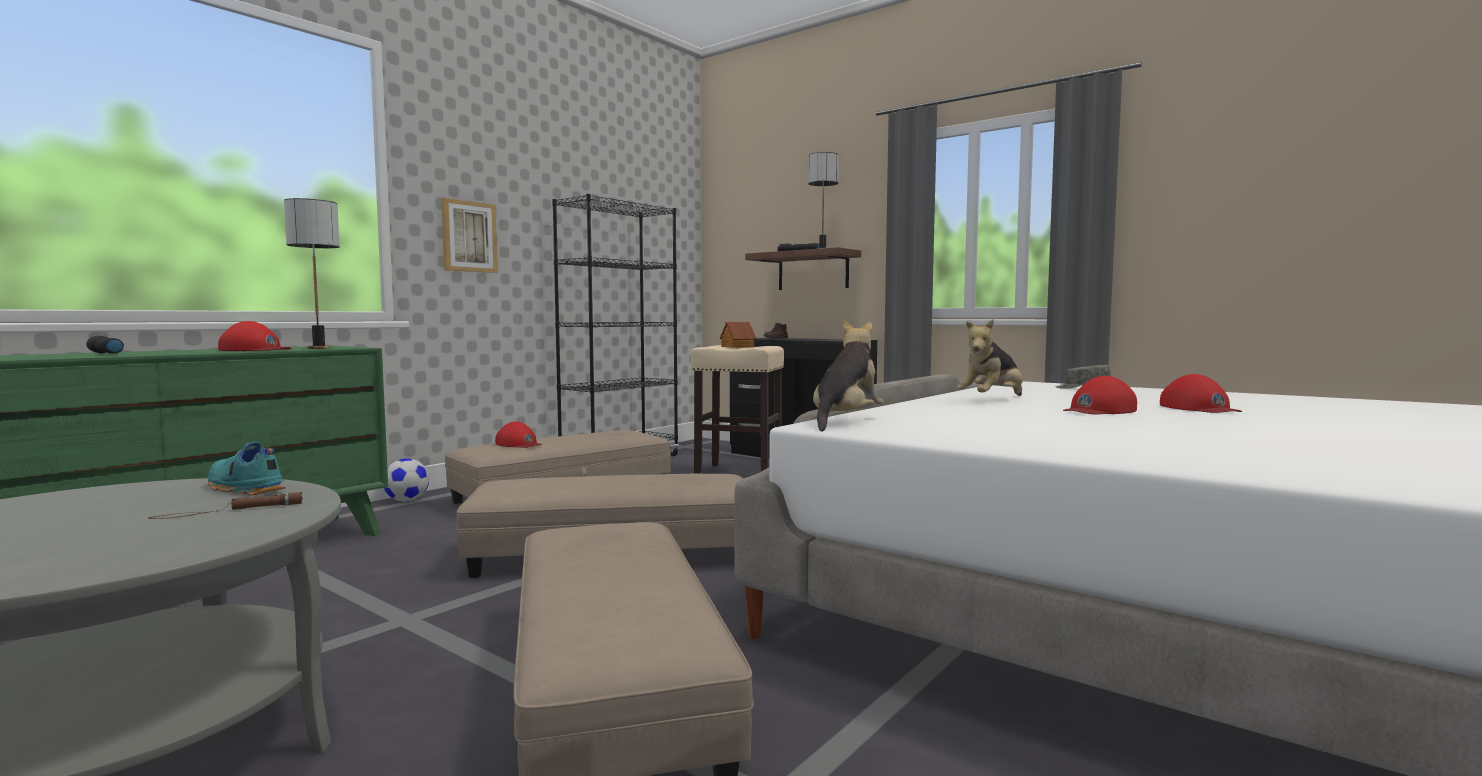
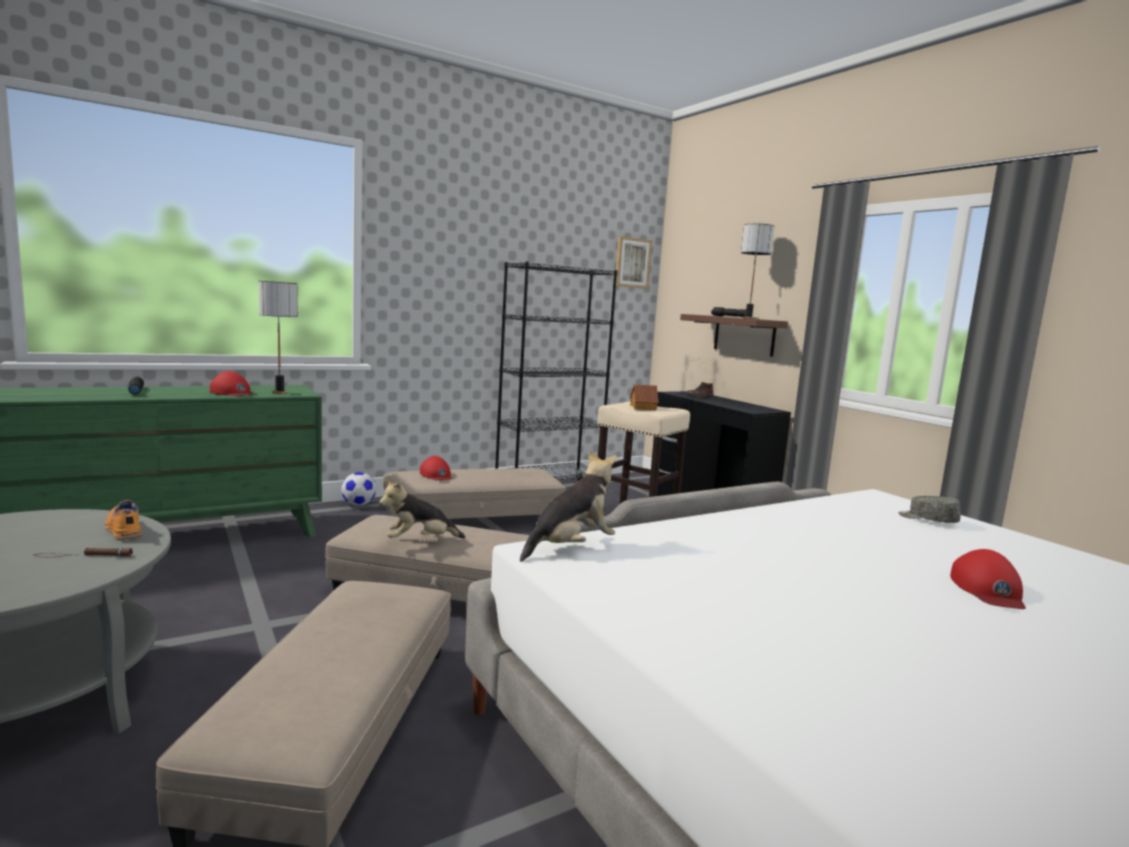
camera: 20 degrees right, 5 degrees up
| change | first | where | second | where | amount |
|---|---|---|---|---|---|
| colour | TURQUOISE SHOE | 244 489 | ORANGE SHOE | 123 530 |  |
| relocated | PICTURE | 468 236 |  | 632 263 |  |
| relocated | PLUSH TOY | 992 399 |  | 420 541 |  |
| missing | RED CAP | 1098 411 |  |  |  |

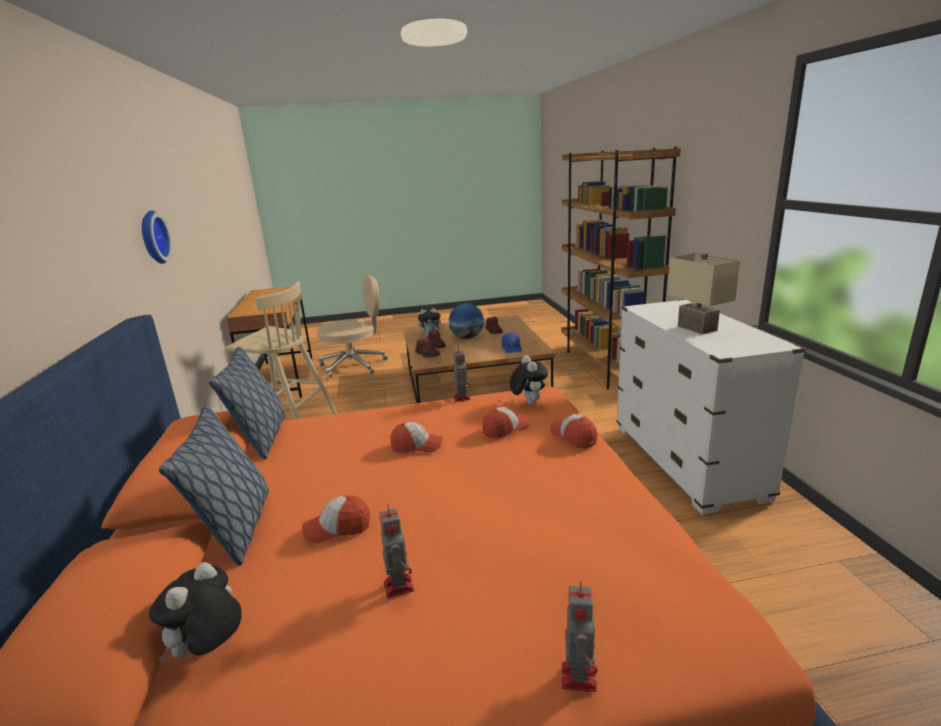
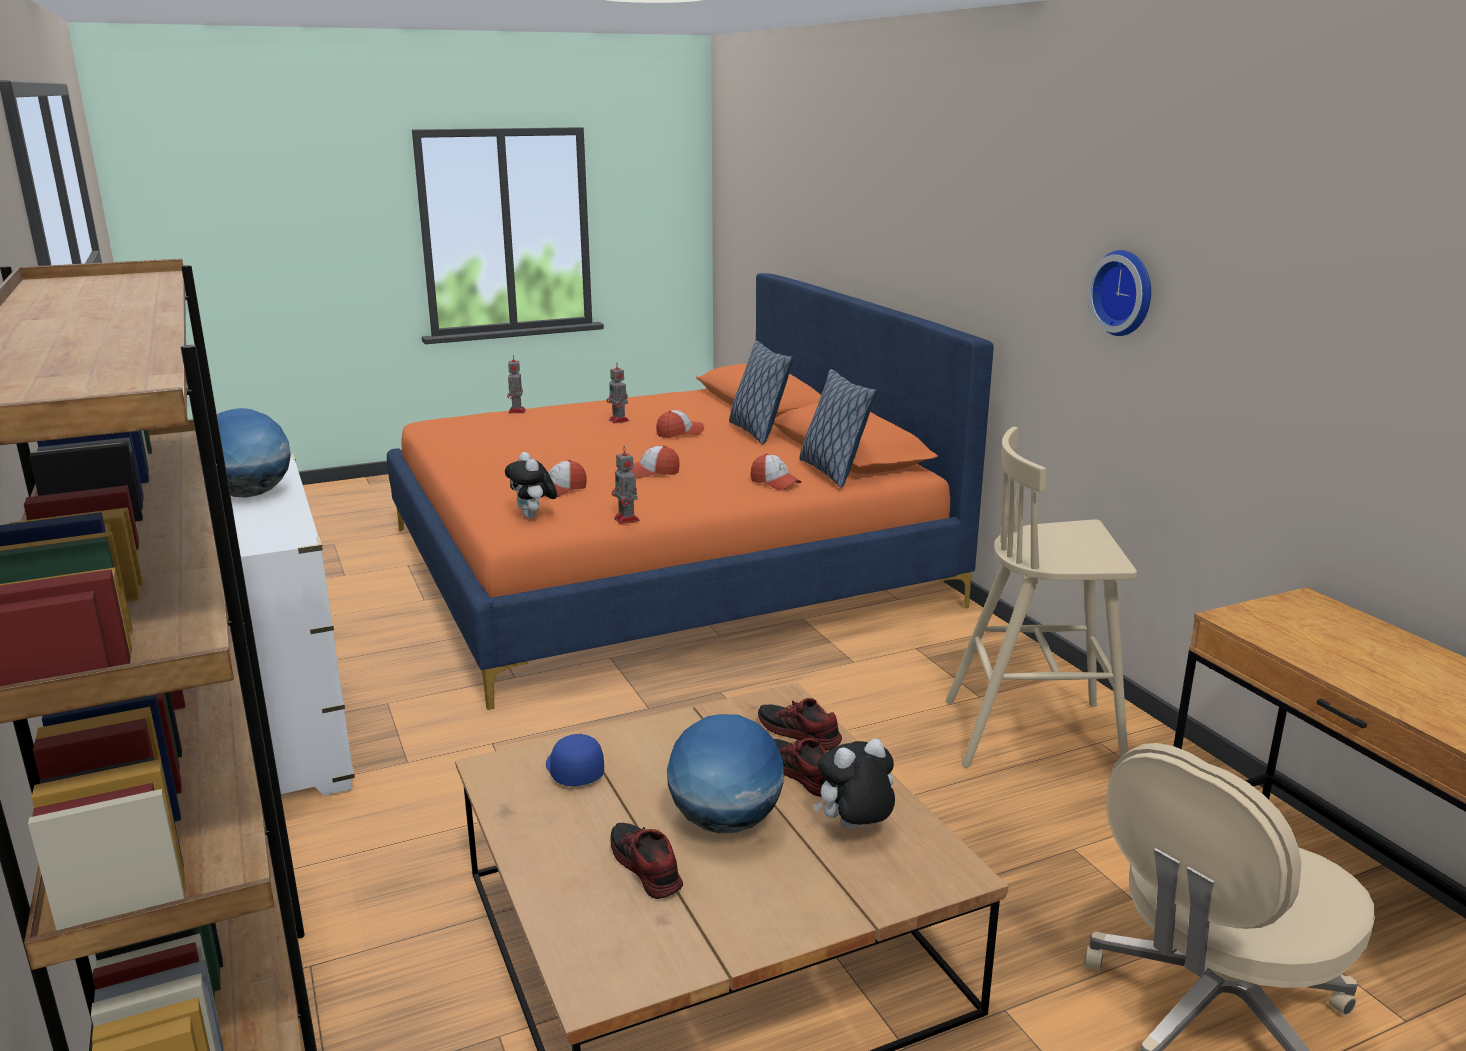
camera: 165 degrees right, 0 degrees up
| change | first | where | second | where | amount |
|---|---|---|---|---|---|
| missing | PLUSH TOY | 209 651 |  |  |  |
| relocated | CAP | 573 437 |  | 775 483 |  |
| exchanged | BEIGE TABLE LAMP | 698 328 | GLOBE | 249 495 |  |

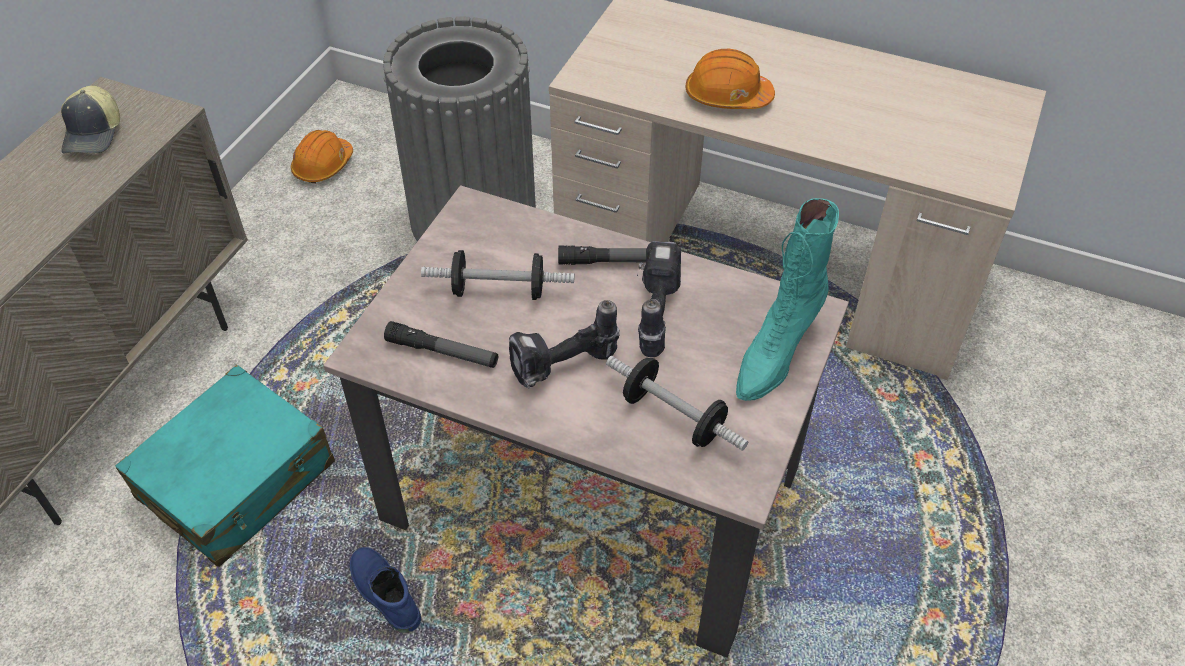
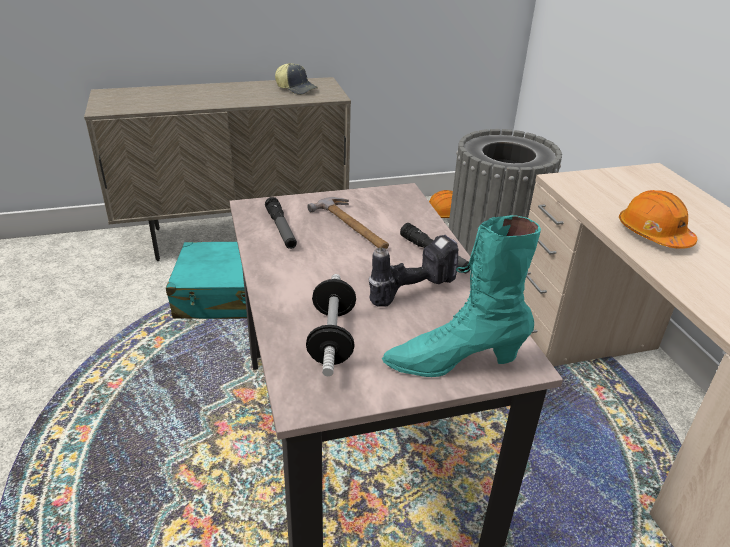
camera: 50 degrees right, 15 degrees down
| change | first | where | second | where | amount |
|---|---|---|---|---|---|
| spun | CAP | 94 134 |  | 296 88 | 105 degrees counterclockwise |
| missing | BLUE BOOT | 383 594 |  |  |  |
| exchanged | DUMBBELL | 499 291 | HAMMER | 352 227 |  |
| missing | POWER DRILL | 564 370 |  |  |  |

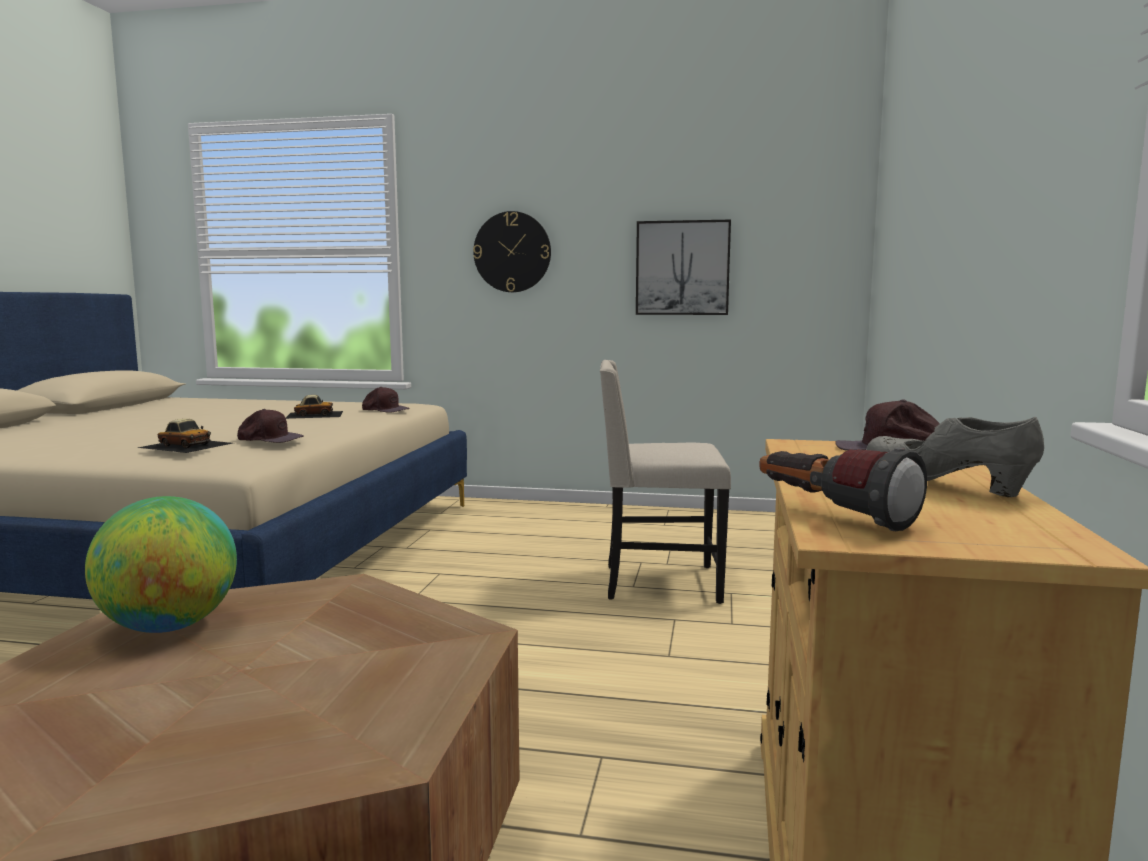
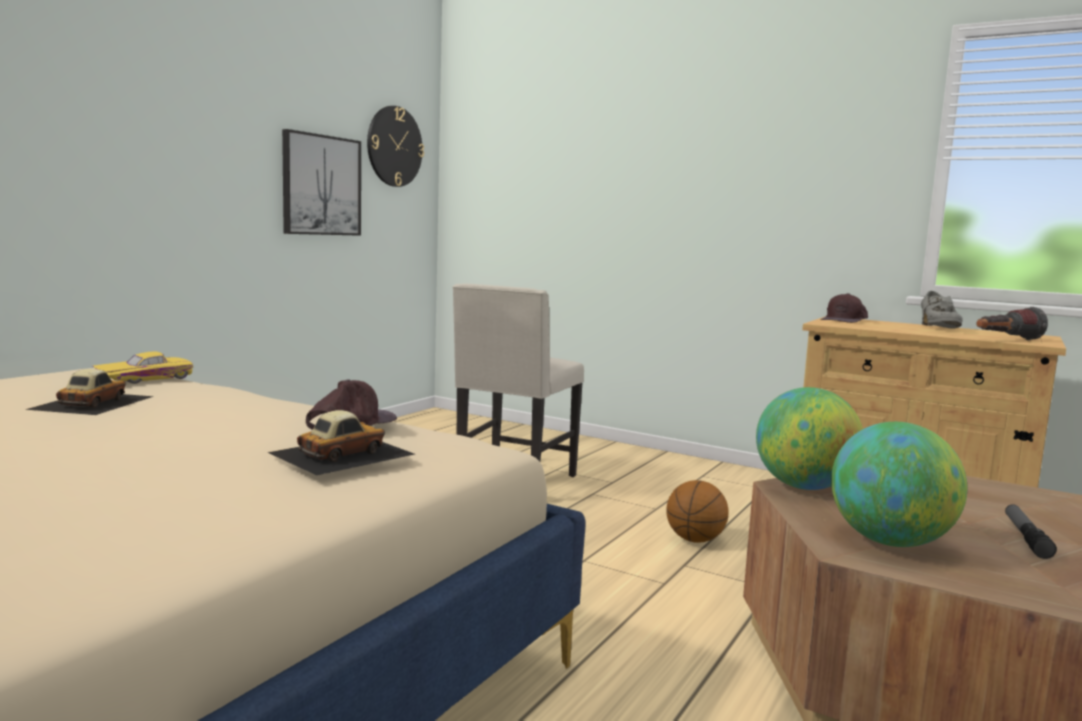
camera: 70 degrees left, 0 degrees up
| change | first | where | second | where | amount |
|---|---|---|---|---|---|
| exchanged | BROWN CAP | 385 409 | YELLOW TOY CAR | 144 378 |  |
| relocated | WALL CLOCK | 512 252 |  | 394 146 |  |
| spun | GREY SHOE | 945 486 |  | 938 328 | 60 degrees counterclockwise |
| appeared |  |  | BASKETBALL | 695 540 |  |
| appeared |  |  | GLOBE | 804 487 |  |
| appeared |  |  | FLASHLIGHT | 1026 537 |  |

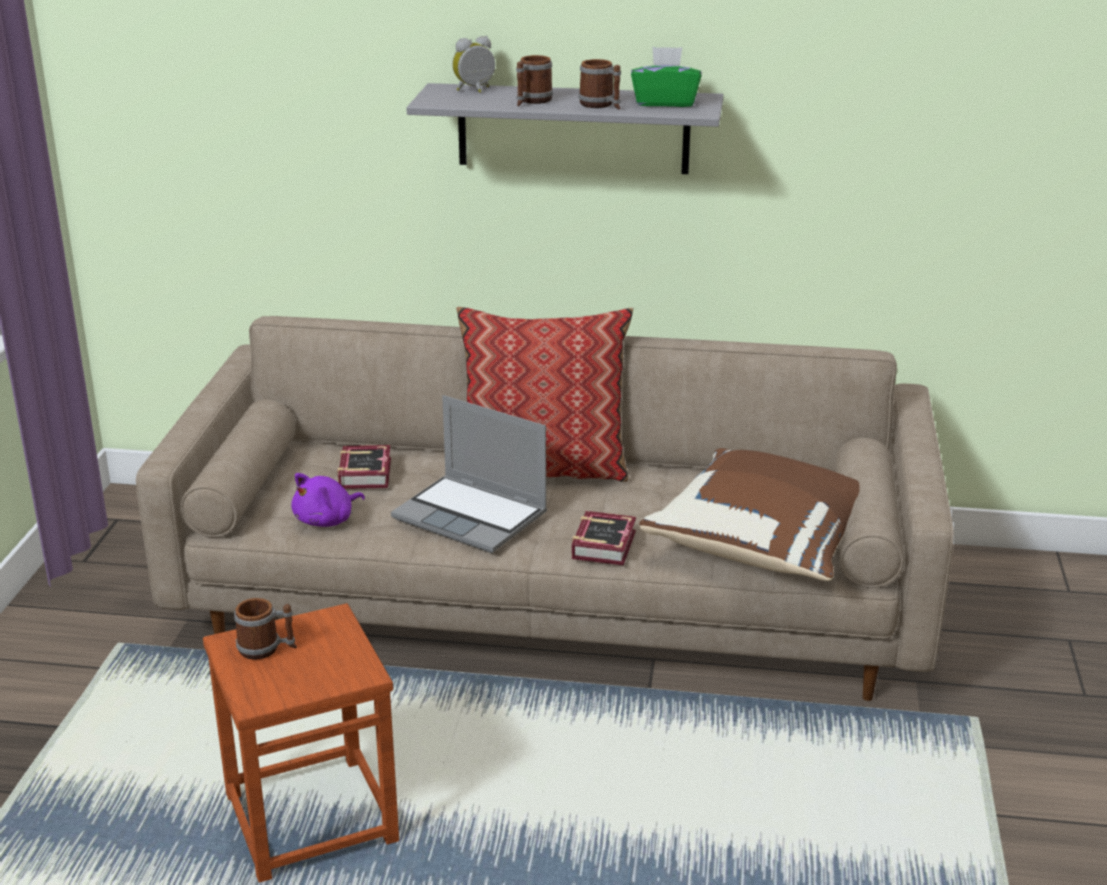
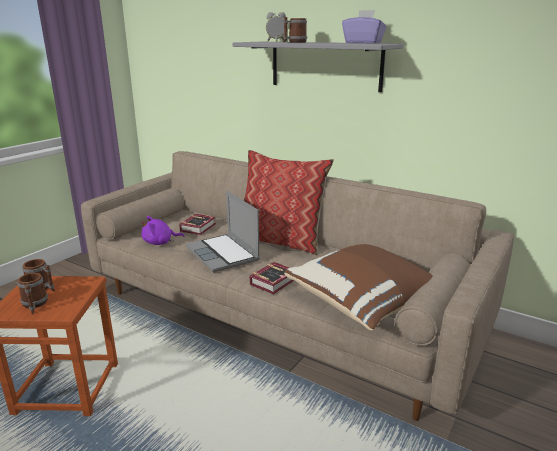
camera: 25 degrees right, 5 degrees down
| change | first | where | second | where | amount |
|---|---|---|---|---|---|
| relocated | MUG | 601 105 |  | 34 305 |  |
| colour | GREEN TISSUE BOX | 665 102 | PURPLE TISSUE BOX | 363 43 |  |

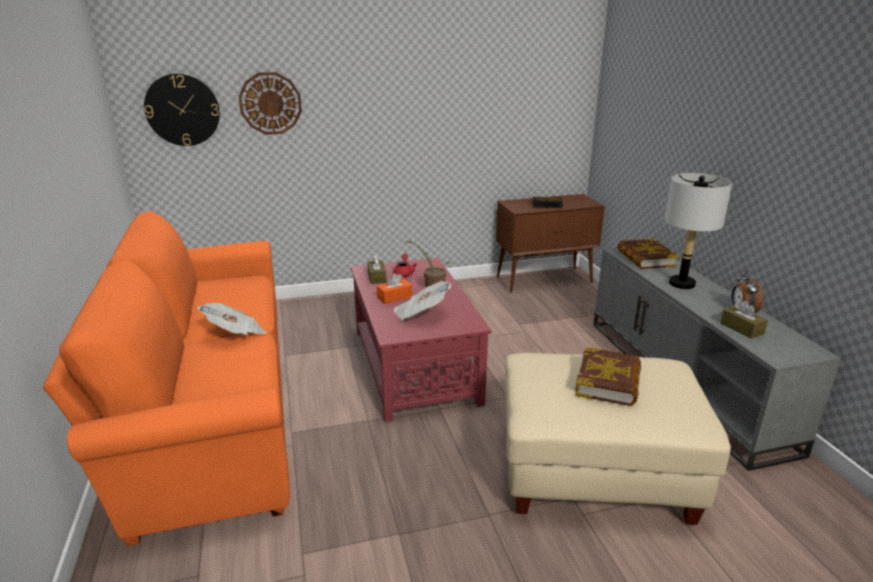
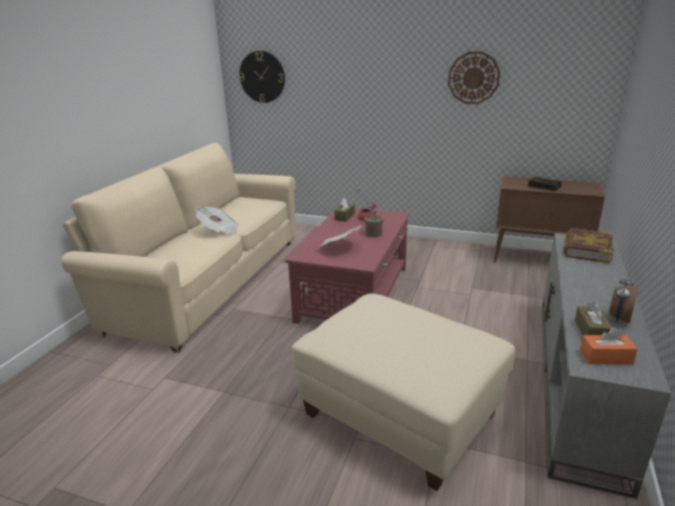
camera: 35 degrees right, 0 degrees up
| change | first | where | second | where | amount |
|---|---|---|---|---|---|
| colour | ORANGE SOFA | 209 410 | BEIGE SOFA | 206 281 |  |
| relocated | WALL CLOCK | 270 103 |  | 473 78 |  |
| relocated | ORANGE TISSUE BOX | 394 297 |  | 605 357 |  |
| missing | BOOK | 608 382 |  |  |  |
| missing | GREY TABLE LAMP | 682 284 |  |  |  |

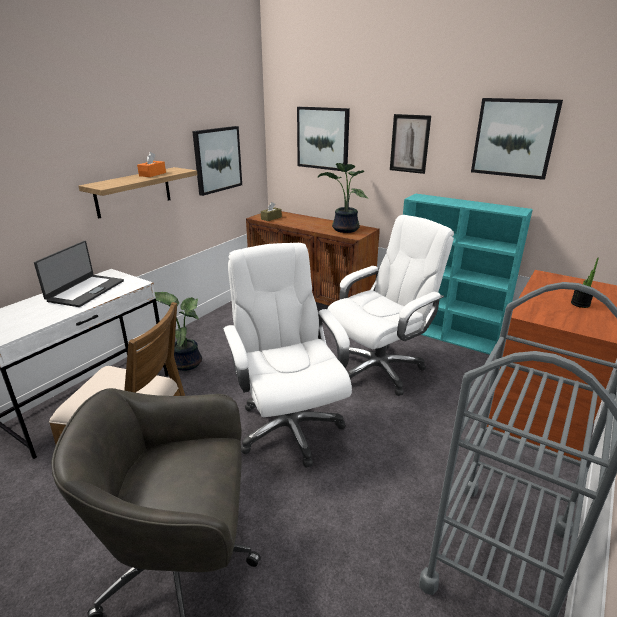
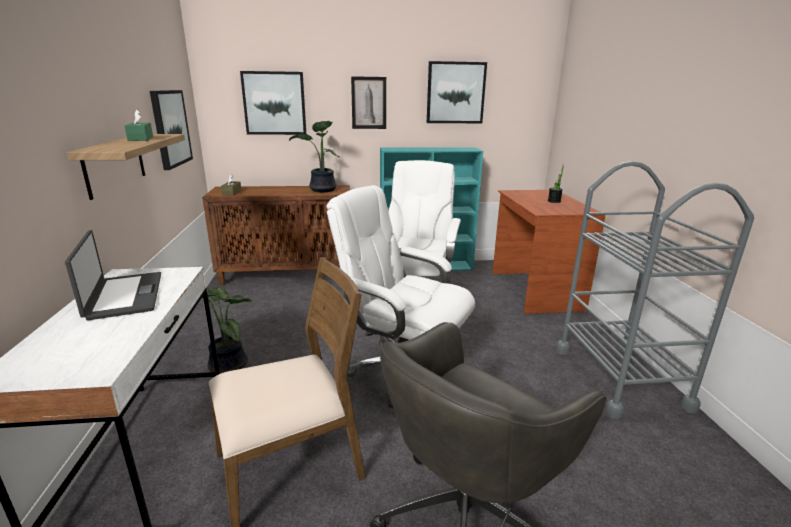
camera: 40 degrees left, 5 degrees down
| change | first | where | second | where | amount |
|---|---|---|---|---|---|
| colour | ORANGE TISSUE BOX | 152 174 | GREEN TISSUE BOX | 140 139 |  |

